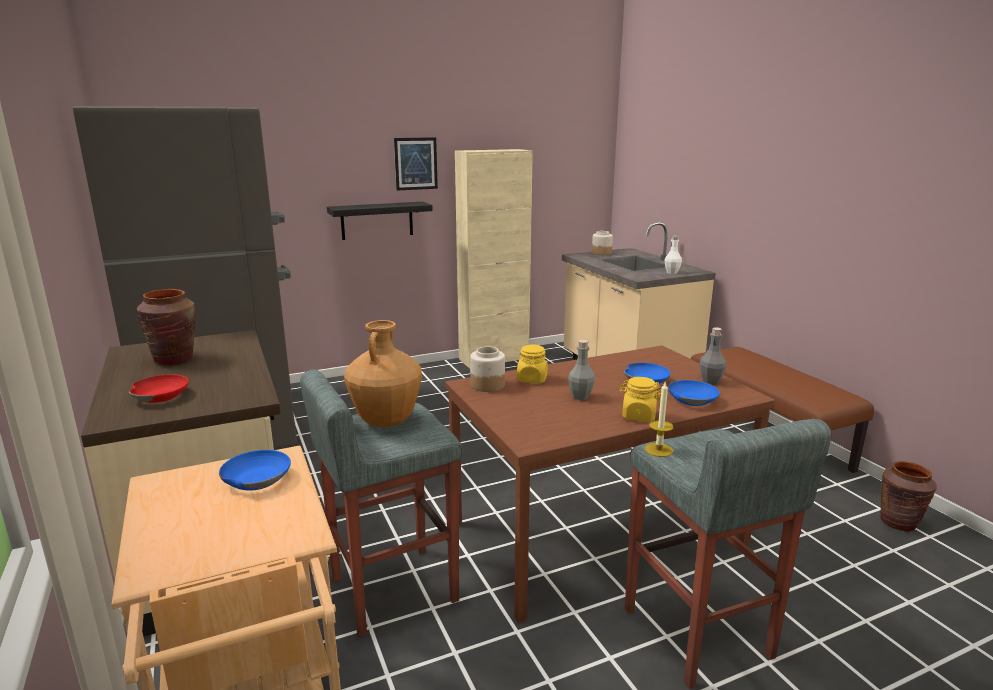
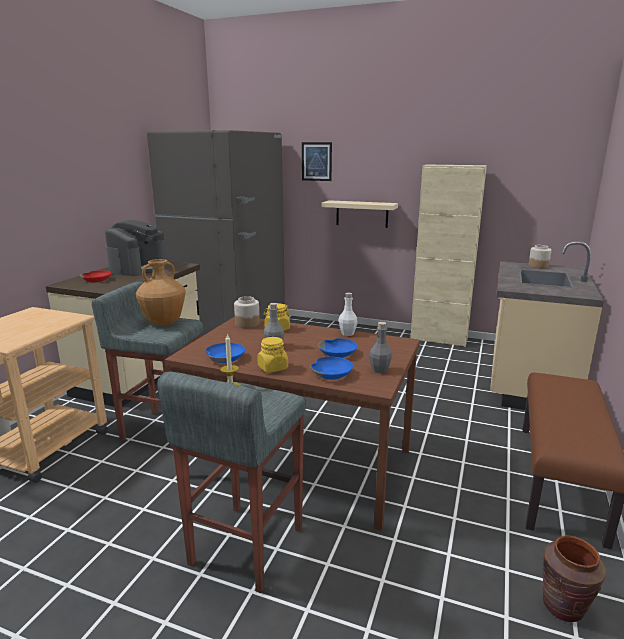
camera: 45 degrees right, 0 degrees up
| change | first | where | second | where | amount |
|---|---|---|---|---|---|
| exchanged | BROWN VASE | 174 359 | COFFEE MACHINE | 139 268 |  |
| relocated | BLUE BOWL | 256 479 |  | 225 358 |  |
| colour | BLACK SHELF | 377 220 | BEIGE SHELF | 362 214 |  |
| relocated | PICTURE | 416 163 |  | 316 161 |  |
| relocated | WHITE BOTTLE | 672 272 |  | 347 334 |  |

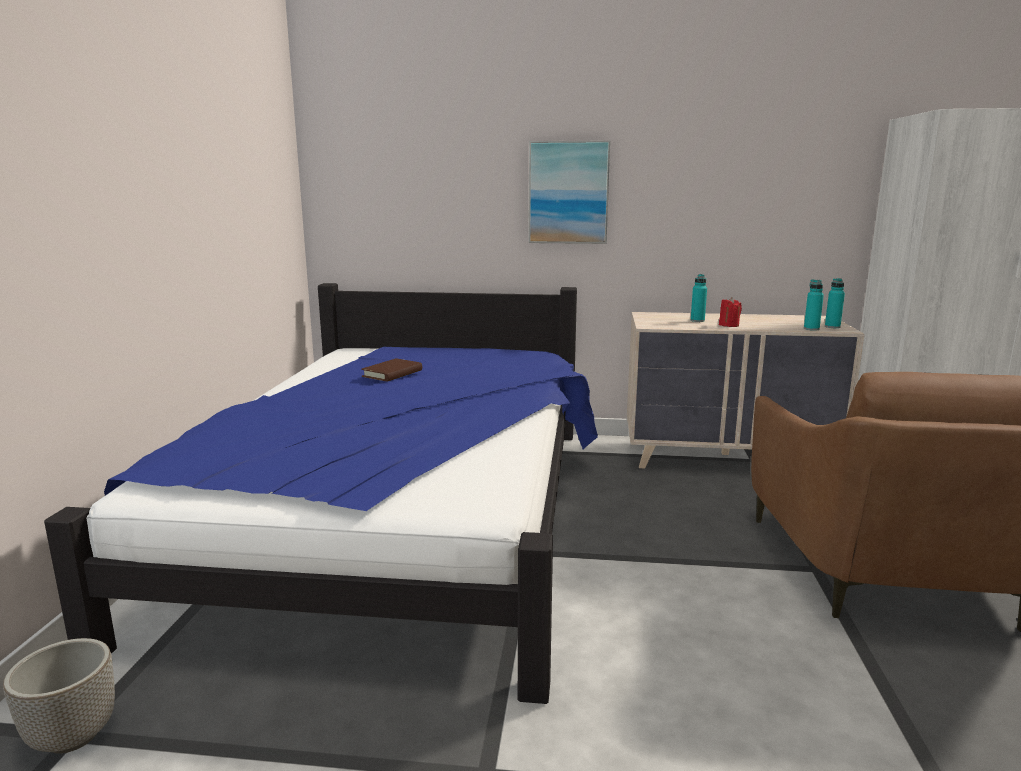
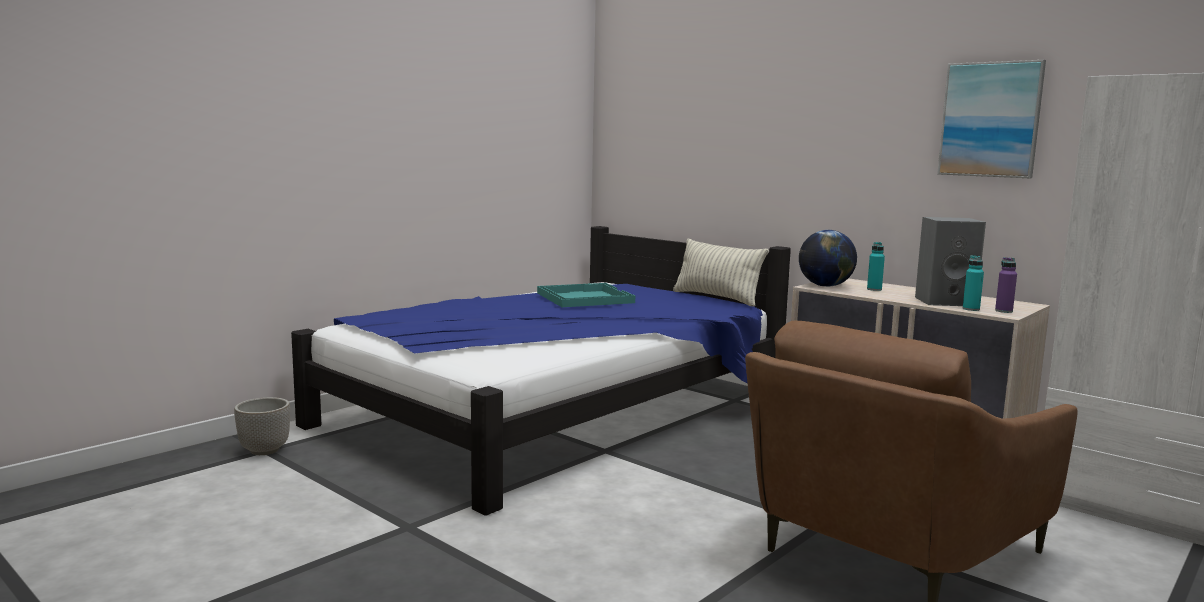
camera: 35 degrees right, 5 degrees down
| change | first | where | second | where | amount |
|---|---|---|---|---|---|
| exchanged | BROWN BOOK | 392 373 | TURQUOISE TRAY | 583 298 |  |
| relocated | PICTURE | 568 192 |  | 990 120 |  |
| missing | RED CANDLE | 729 325 |  |  |  |
| colour | TURQUOISE BOTTLE | 832 327 | PURPLE BOTTLE | 1003 311 |  |
| appeared |  |  | PILLOW | 717 298 |  |
| appeared |  |  | GLOBE | 825 286 |  |
| appeared |  |  | GREY SPEAKER | 946 301 |  |

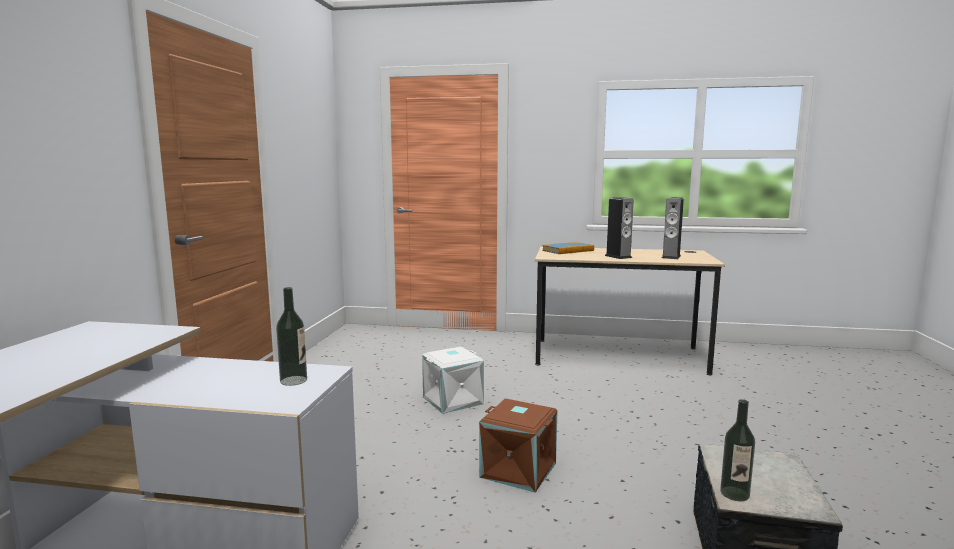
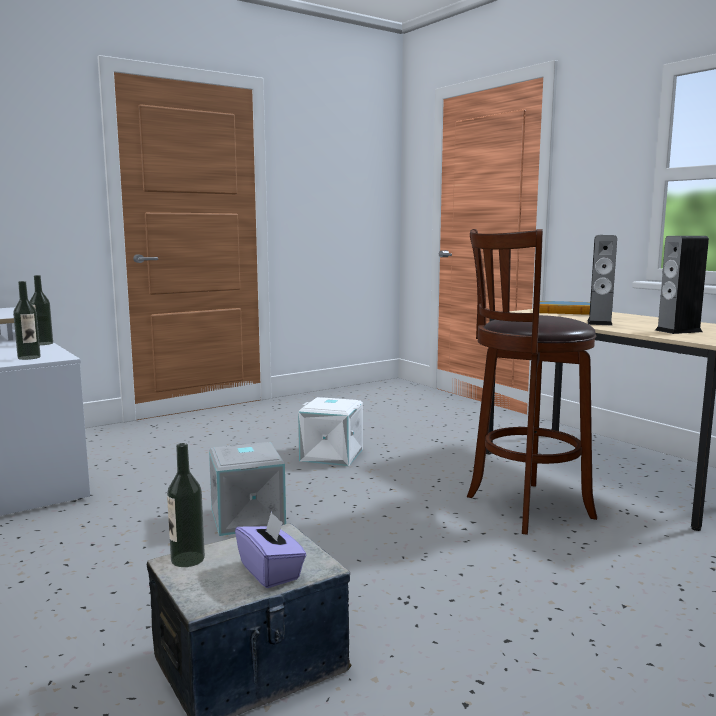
camera: 45 degrees right, 0 degrees up
| change | first | where | second | where | amount |
|---|---|---|---|---|---|
| colour | BROWN STORAGE BOX | 519 469 | GREY STORAGE BOX | 249 517 |  |
| appeared |  |  | BOTTLE | 43 343 |  |
| appeared |  |  | PURPLE TISSUE BOX | 271 572 |  |
| appeared |  |  | BROWN STOOL | 523 508 |  |

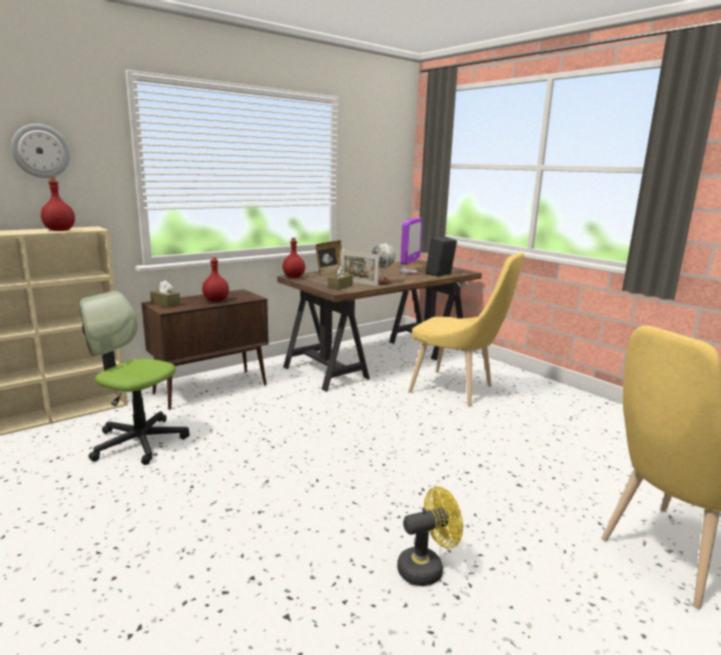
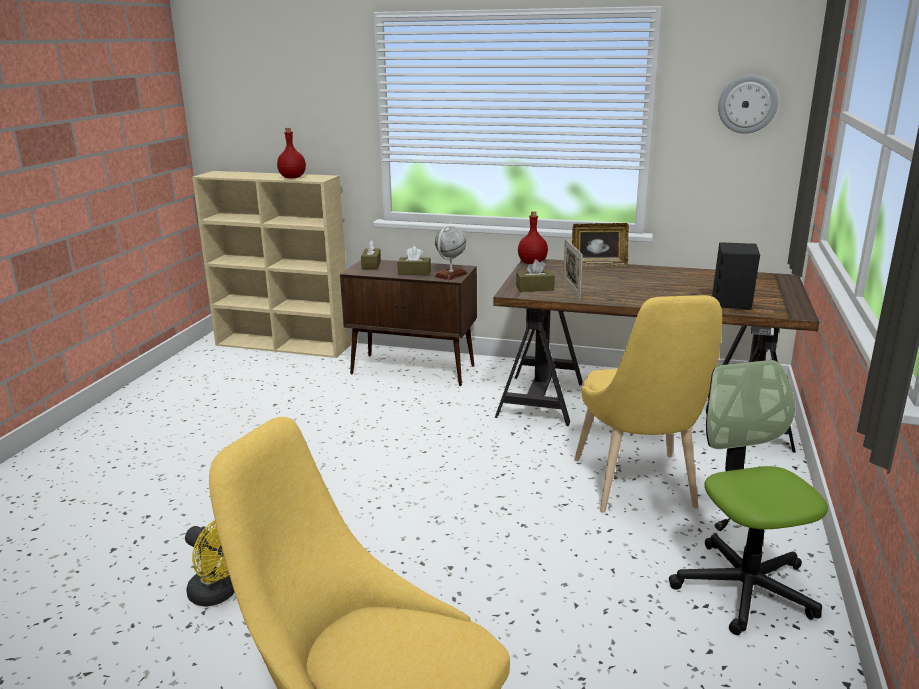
camera: 55 degrees right, 5 degrees up
| change | first | where | second | where | amount |
|---|---|---|---|---|---|
| relocated | WALL CLOCK | 41 151 |  | 747 104 |  |
| relocated | OFFICE CHAIR | 139 442 |  | 744 587 |  |
| exchanged | RED BOTTLE | 216 300 | BROWN TISSUE BOX | 414 272 |  |
| relocated | GLOBE | 382 282 |  | 450 275 |  |
| missing | MONITOR | 408 271 |  |  |  |

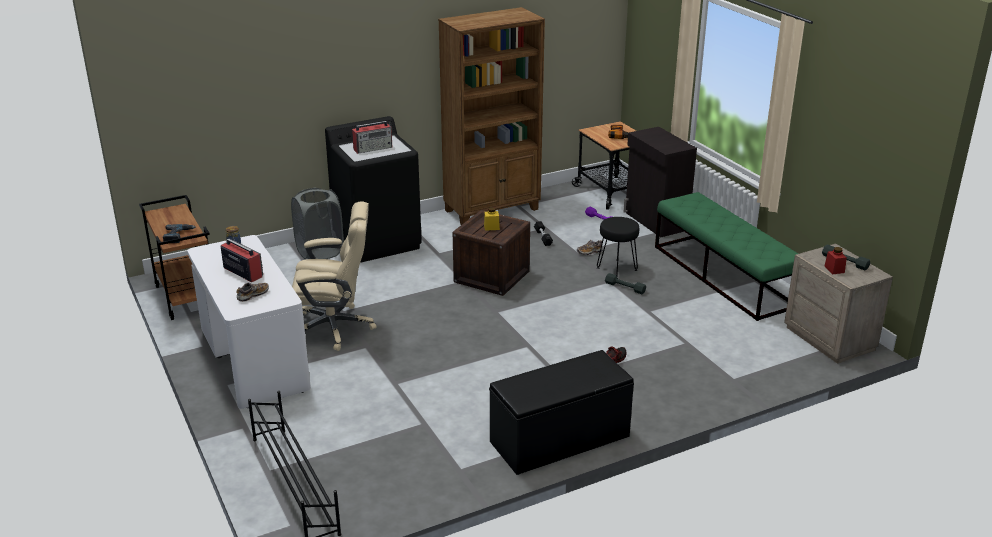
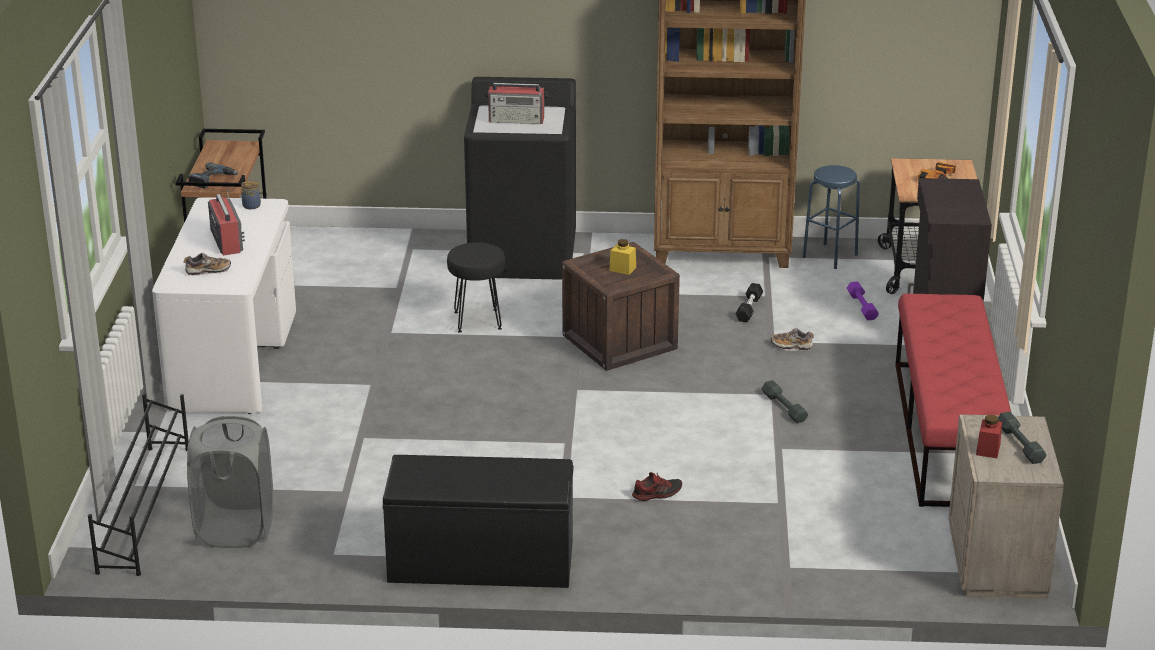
camera: 30 degrees right, 0 degrees up
| change | first | where | second | where | amount |
|---|---|---|---|---|---|
| relocated | GREY LAUNDRY BASKET | 320 252 |  | 235 529 |  |
| missing | BEIGE OFFICE CHAIR | 334 327 |  |  |  |
| relocated | BLACK STOOL | 617 269 |  | 478 320 |  |
| colour | GREEN BENCH | 723 276 | RED BENCH | 947 433 |  |
| appeared |  |  | BLUE STOOL | 830 256 |  |

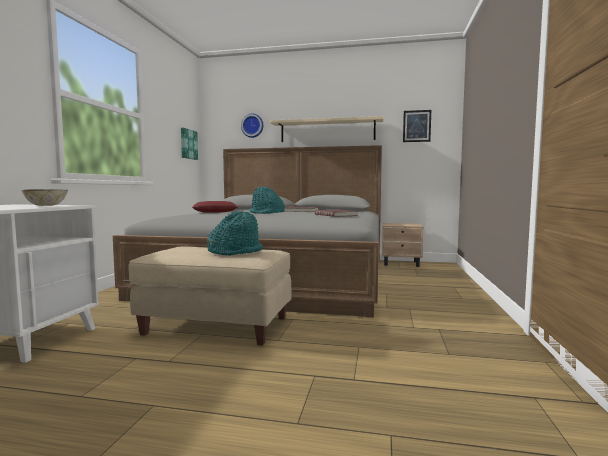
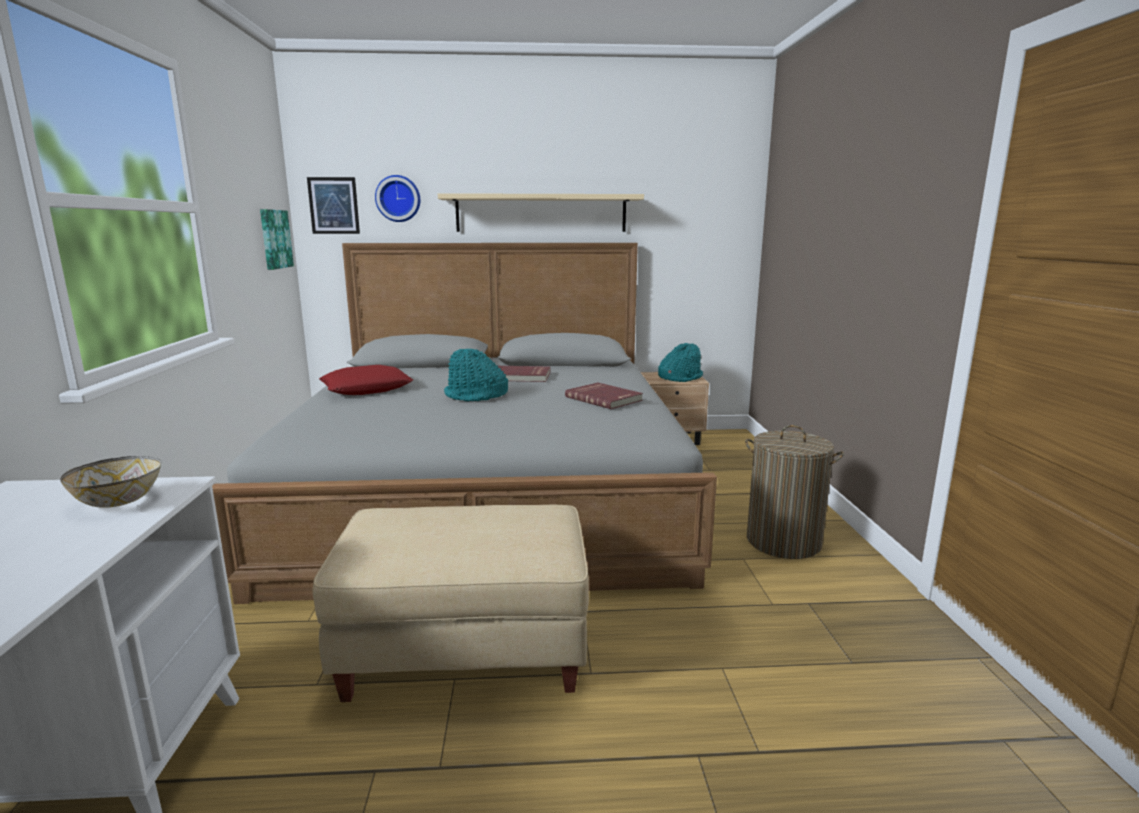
camera: 15 degrees left, 10 degrees up
| change | first | where | second | where | amount |
|---|---|---|---|---|---|
| relocated | TURQUOISE HAT | 235 252 |  | 680 378 |  |
| relocated | PICTURE | 416 126 |  | 333 205 |  |
| appeared |  |  | LAUNDRY BASKET | 783 541 |  |

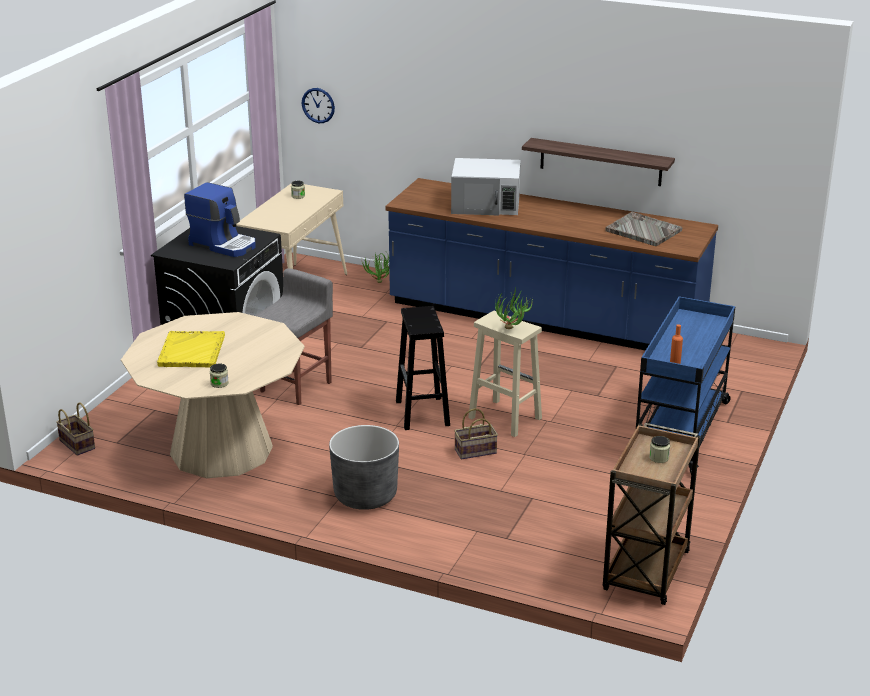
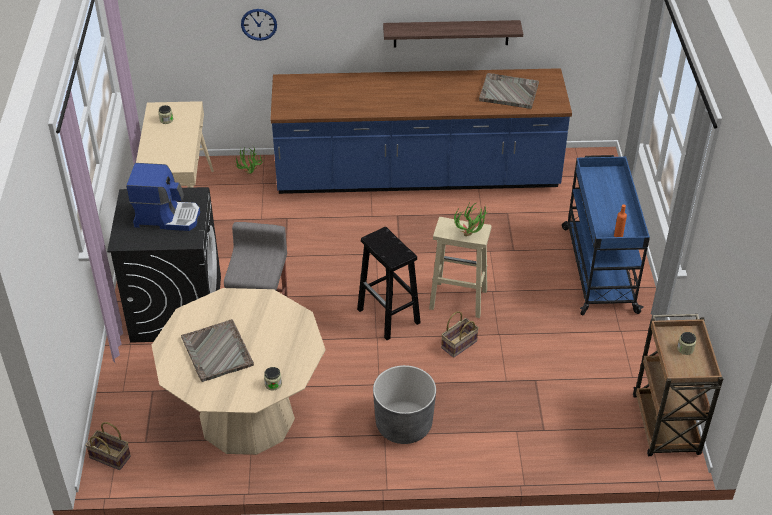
camera: 25 degrees left, 15 degrees up
| change | first | where | second | where | amount |
|---|---|---|---|---|---|
| colour | YELLOW TRAY | 191 351 | GREY TRAY | 217 352 |  |
| relocated | WALL CLOCK | 318 105 |  | 259 24 |  |
| missing | WHITE MICROWAVE | 486 204 |  |  |  |

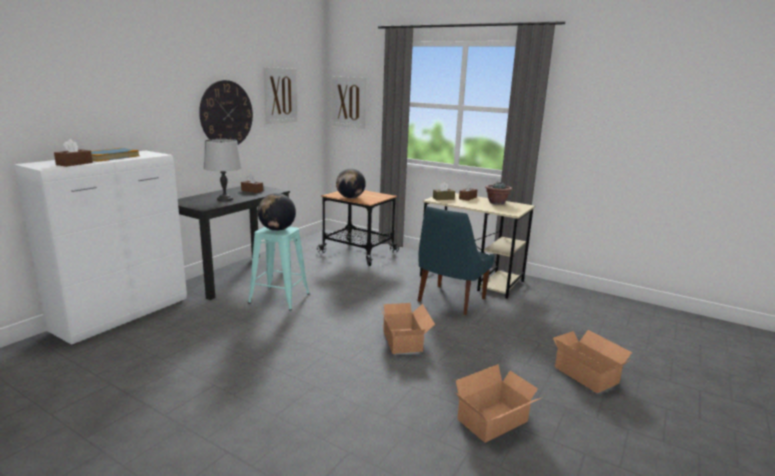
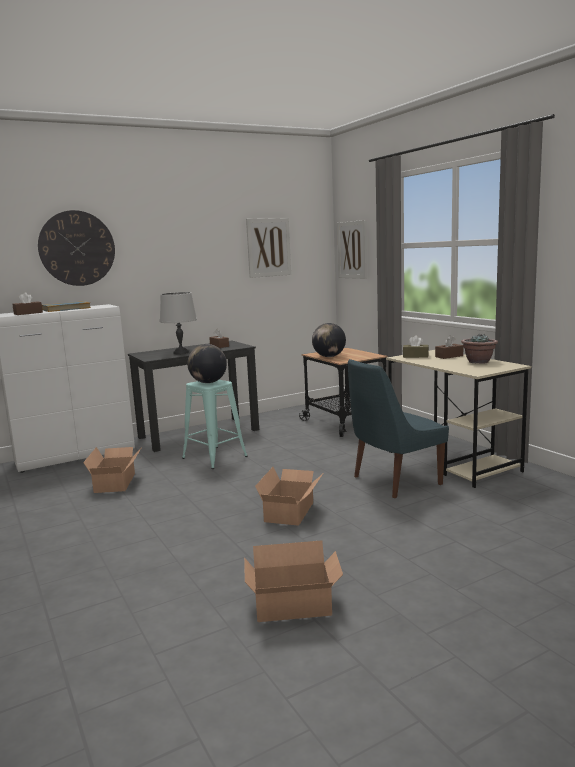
camera: 30 degrees right, 5 degrees down
| change | first | where | second | where | amount |
|---|---|---|---|---|---|
| relocated | WALL CLOCK | 226 114 |  | 77 248 |  |
| relocated | CARDBOARD BOX | 586 374 |  | 117 482 |  |

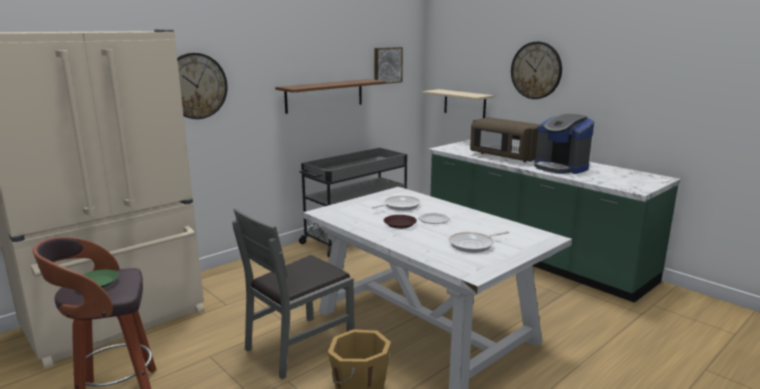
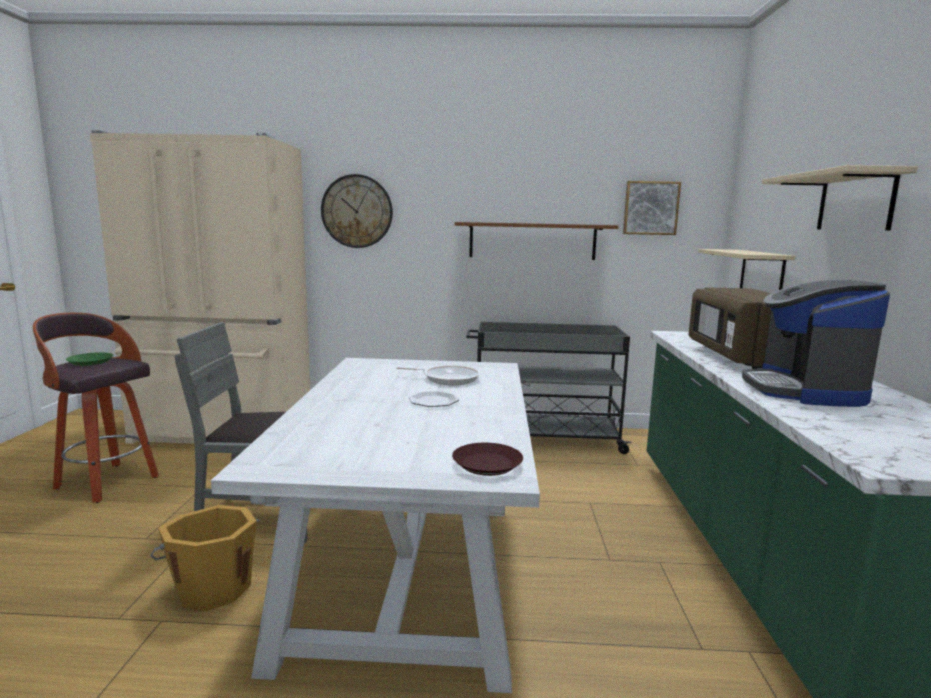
camera: 45 degrees right, 5 degrees down
| change | first | where | second | where | amount |
|---|---|---|---|---|---|
| relocated | BROWN PLATE | 400 224 |  | 488 464 |  |
| missing | FRYING PAN | 473 245 |  |  |  |
| exchanged | WALL CLOCK | 536 70 | BEIGE SHELF | 855 202 |  |

